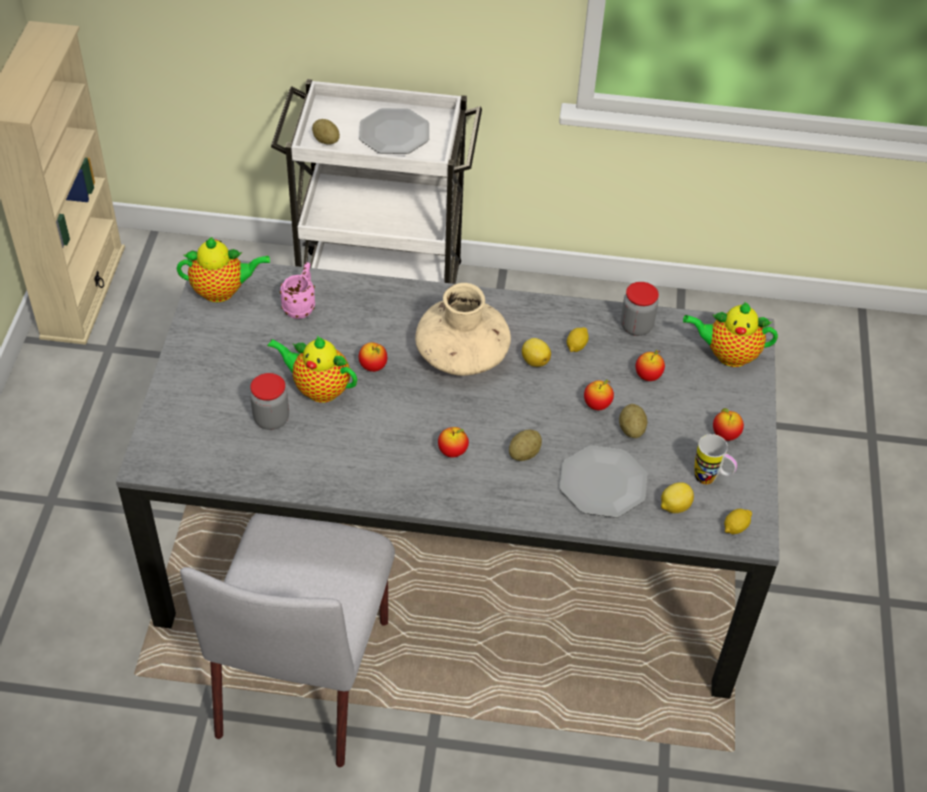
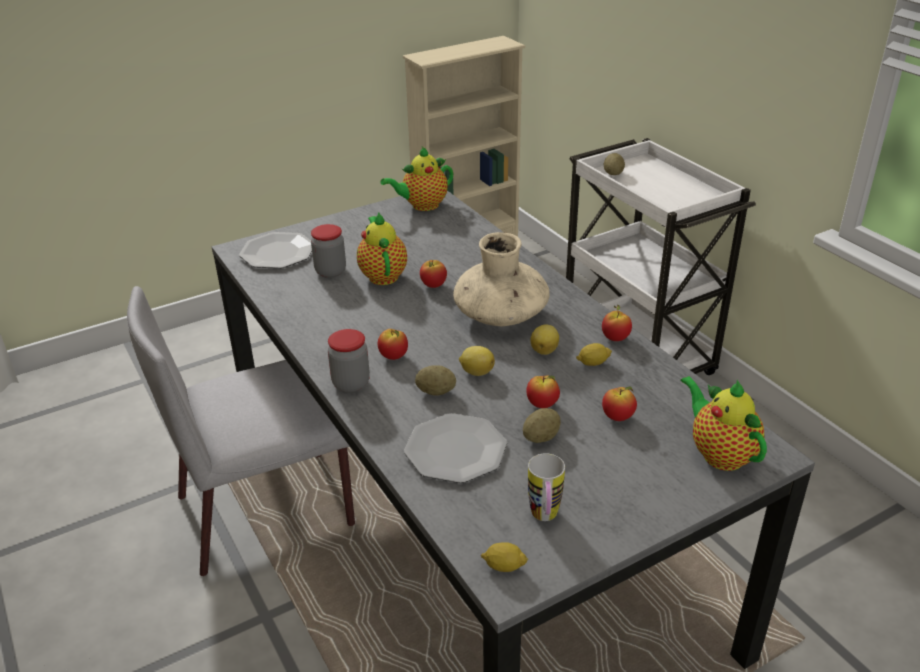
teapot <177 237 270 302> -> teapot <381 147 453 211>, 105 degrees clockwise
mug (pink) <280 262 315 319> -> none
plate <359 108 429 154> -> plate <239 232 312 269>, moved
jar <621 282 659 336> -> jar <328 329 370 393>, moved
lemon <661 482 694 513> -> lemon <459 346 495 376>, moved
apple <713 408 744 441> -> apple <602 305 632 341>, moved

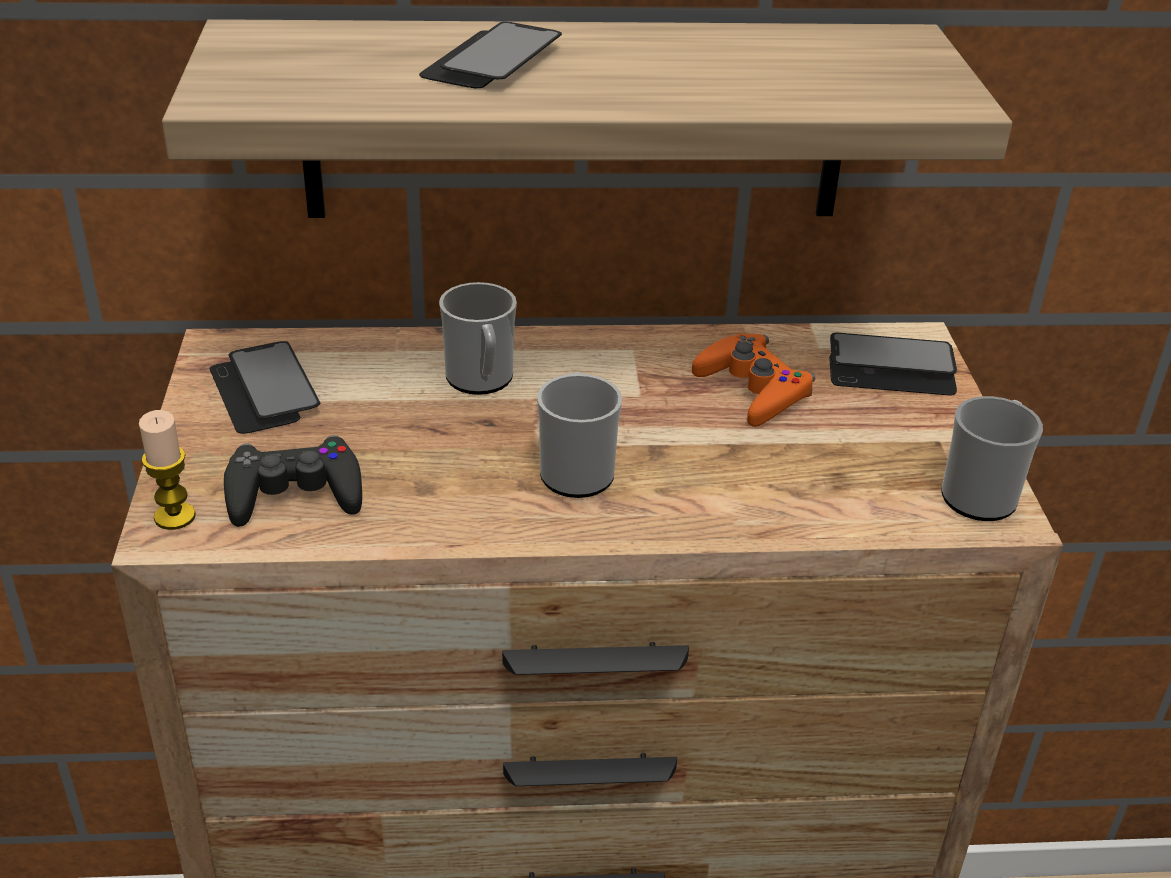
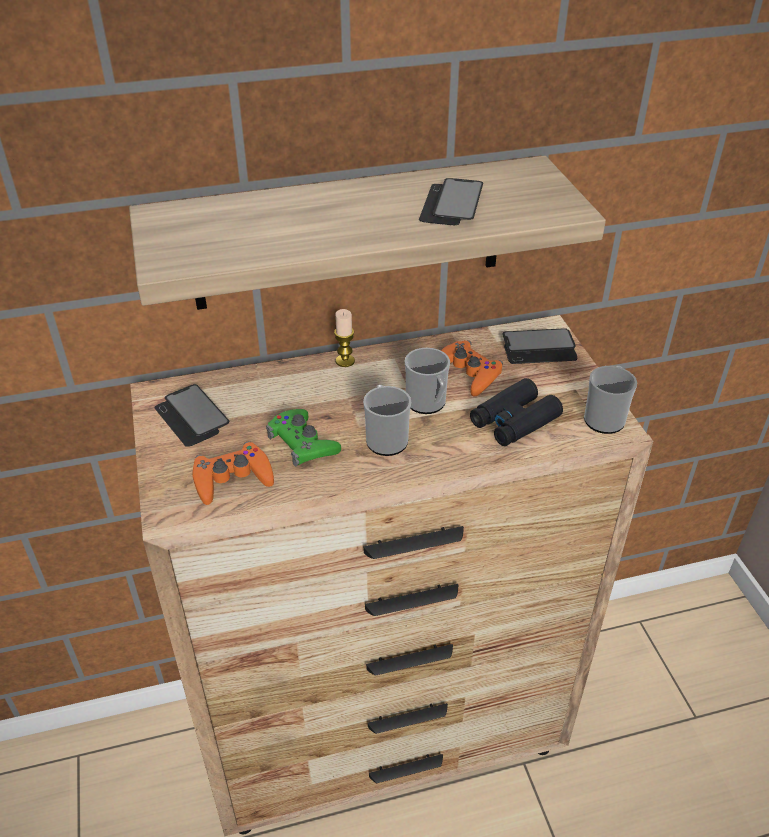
candle <139 410 196 530> -> candle <334 309 355 367>, moved
game controller (black) <224 435 362 527> -> game controller (orange) <193 441 274 505>
phone <419 22 562 88> -> phone <419 178 483 225>, moved
mug <439 282 517 395> -> mug <405 348 450 414>, moved
none -> game controller (green) <266 409 341 467>
none -> binoculars (black) <470 378 563 446>

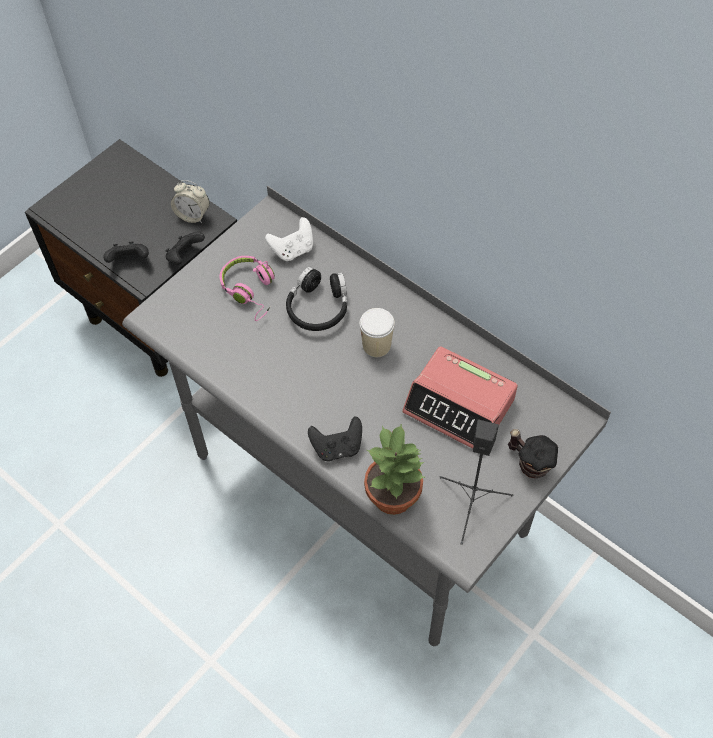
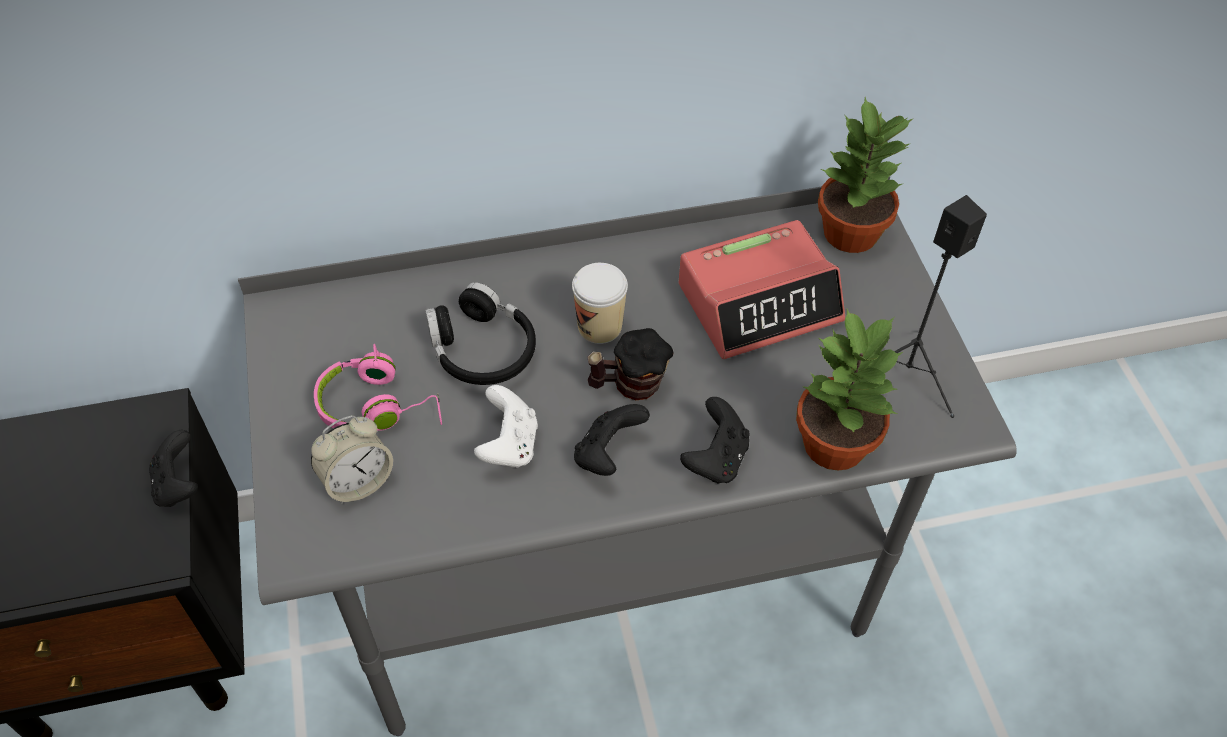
game controller (black) <103 241 149 263> -> game controller (black) <574 404 650 476>, moved
alarm clock <171 180 210 223> -> alarm clock <311 415 393 504>, moved
game controller (white) <265 217 313 261> -> game controller (white) <474 385 538 468>, moved
mug <508 429 558 478> -> mug <587 328 674 400>, moved
none -> potted plant <818 97 912 253>

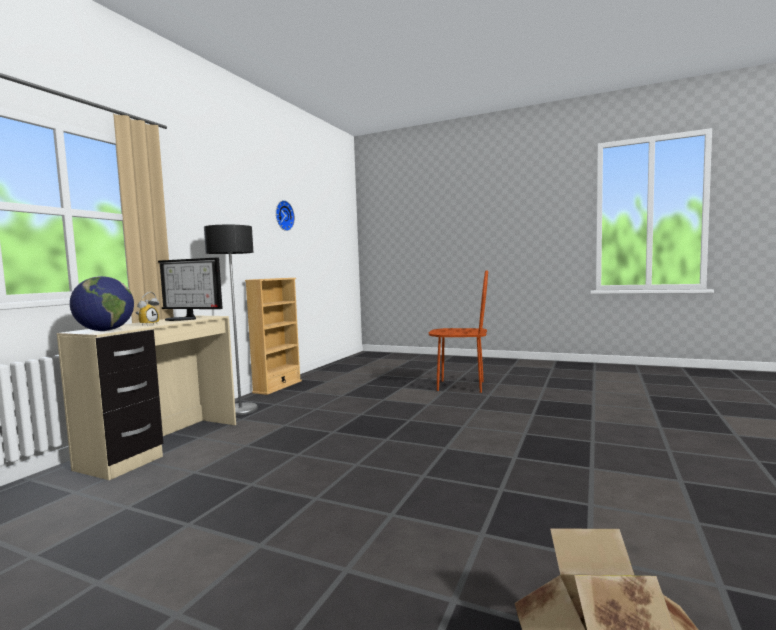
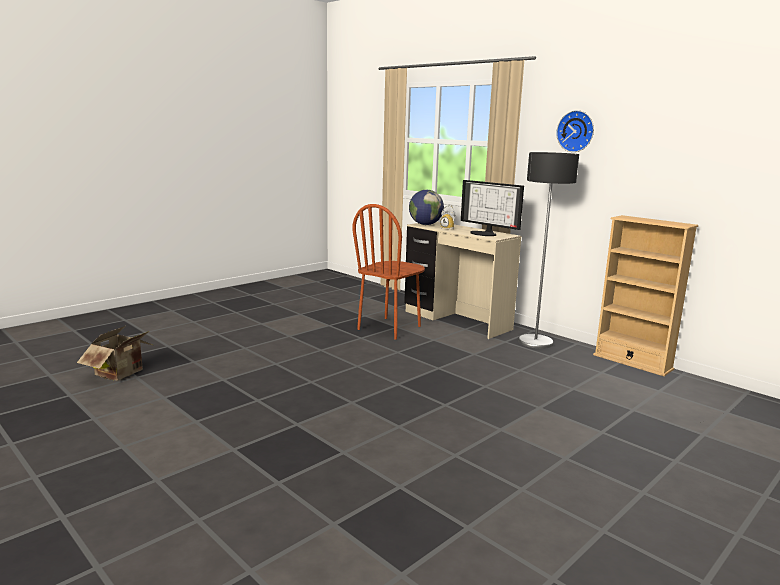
monitor <158 258 223 321> -> monitor <461 180 524 236>, 90 degrees counterclockwise
wall clock <276 200 295 231> -> wall clock <556 110 594 152>, moved
chair (brown) <429 270 488 393> -> chair (brown) <352 204 425 340>, moved

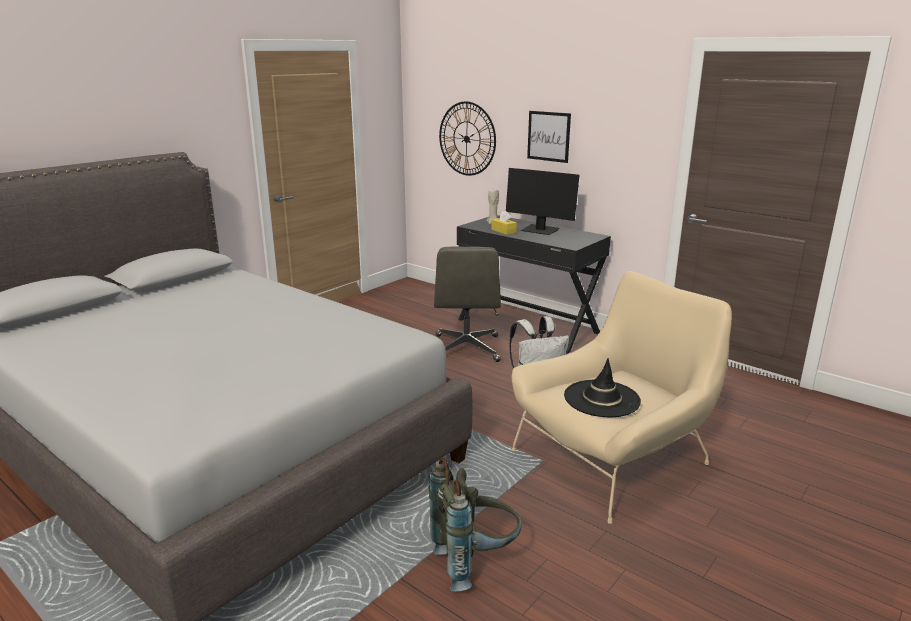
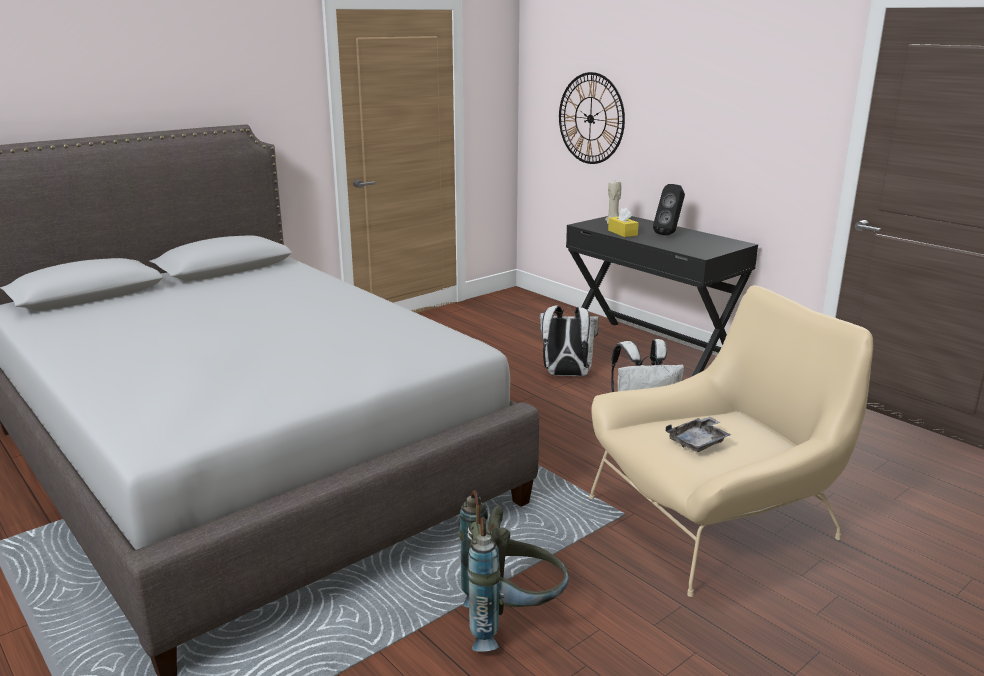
office chair (grey) <434 246 501 362> -> backpack (white) <540 305 599 376>
monitor <506 168 579 235> -> speaker (black) <653 184 685 235>
picture <527 111 571 163> -> none
hat (black) <564 358 641 417> -> tray (grey) <666 417 731 452>

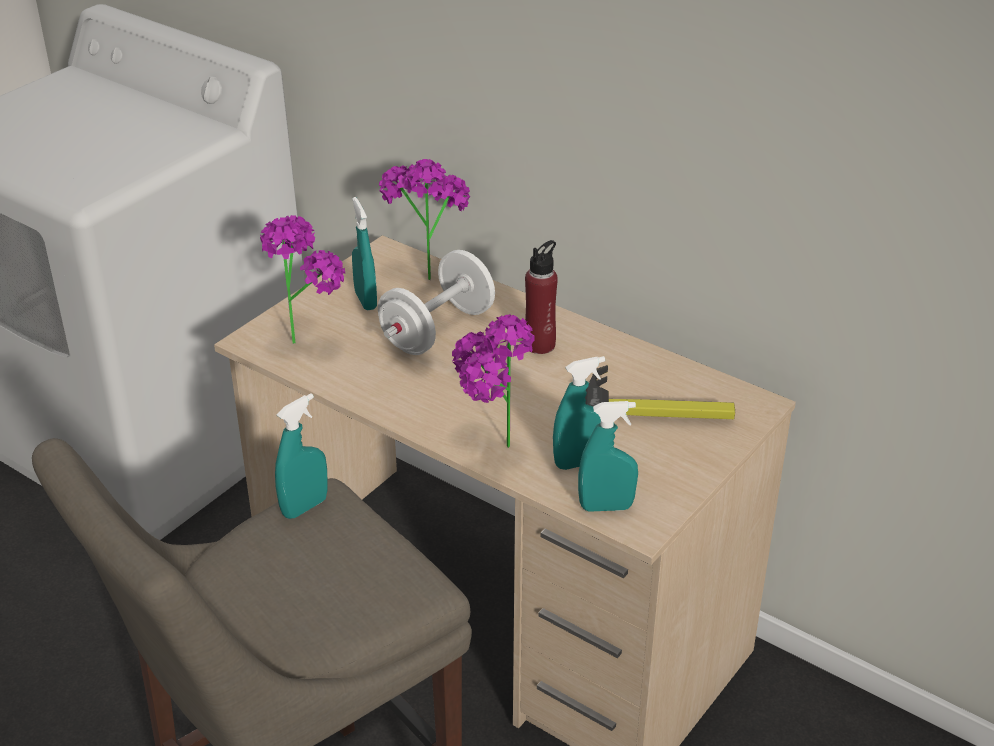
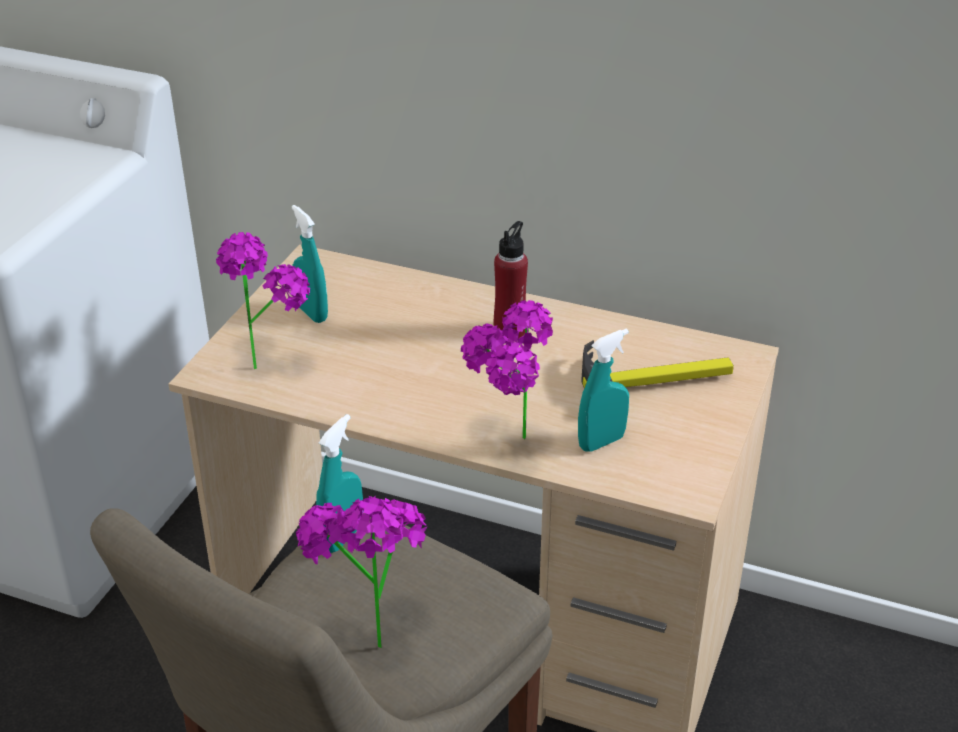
dumbbell (white) <378 250 495 355> -> none
potted plant <379 159 470 280> -> potted plant <296 496 428 648>, moved
spray bottle (turquoise) <578 401 638 512> -> none

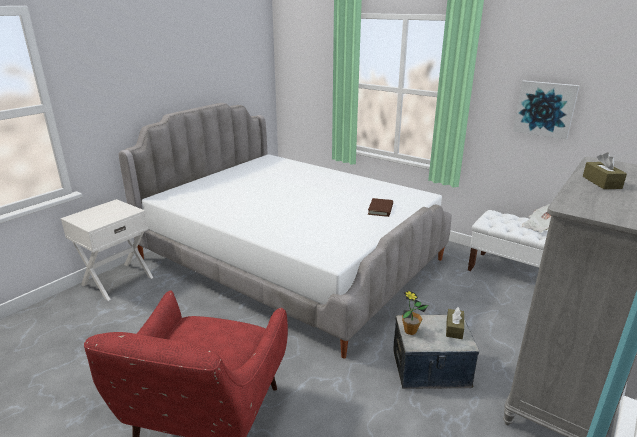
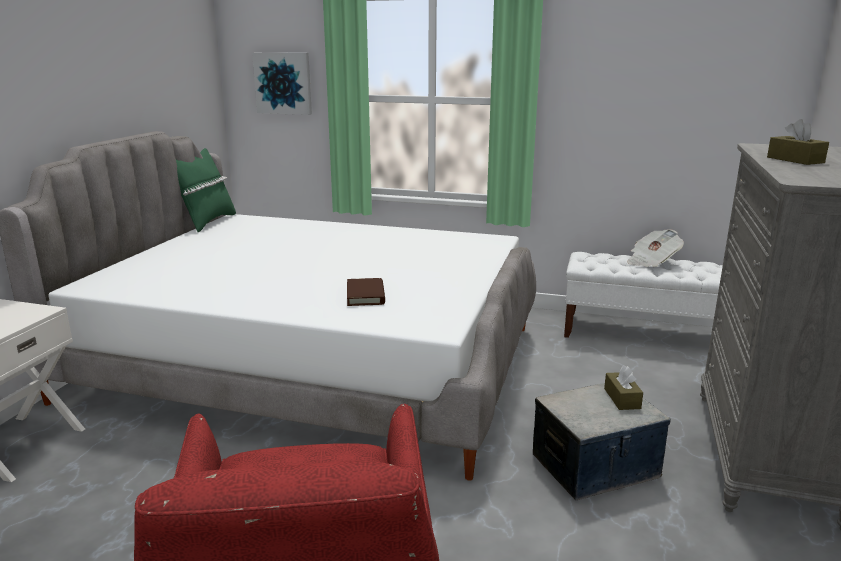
book (brown) <368 198 393 217> -> book (brown) <347 278 385 306>, moved
potted plant <402 291 428 335> -> none
picture <513 80 580 139> -> picture <252 53 312 115>, moved
none -> pillow (green) <176 148 236 232>

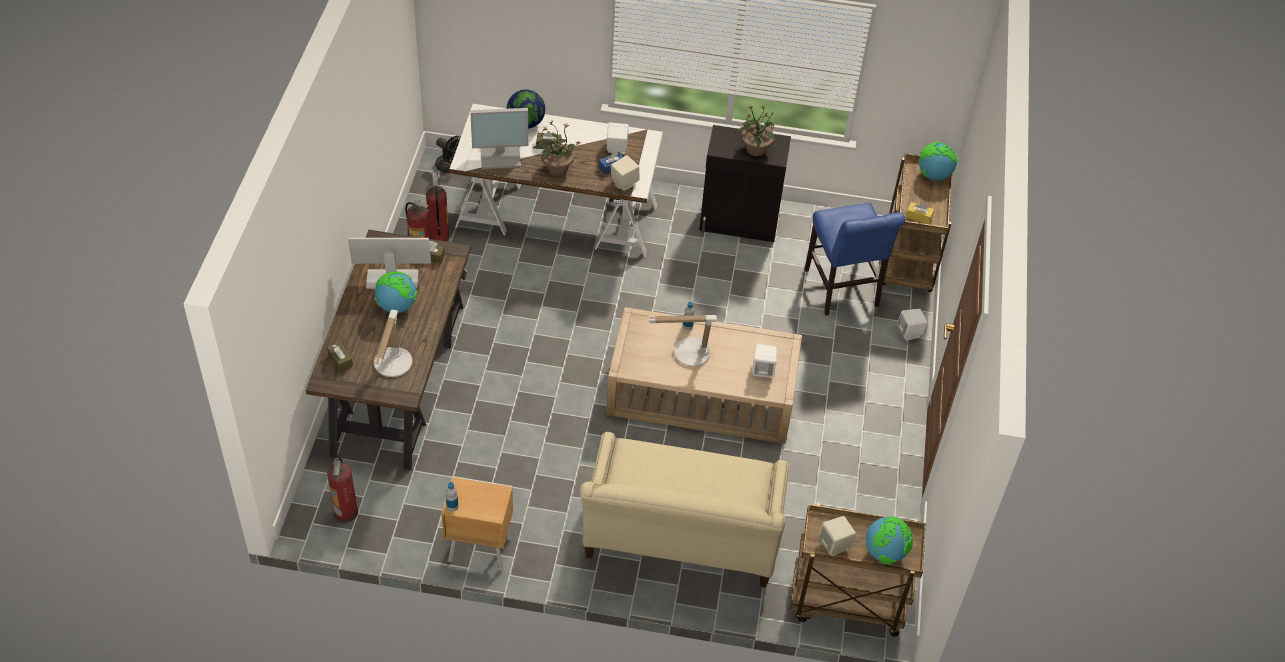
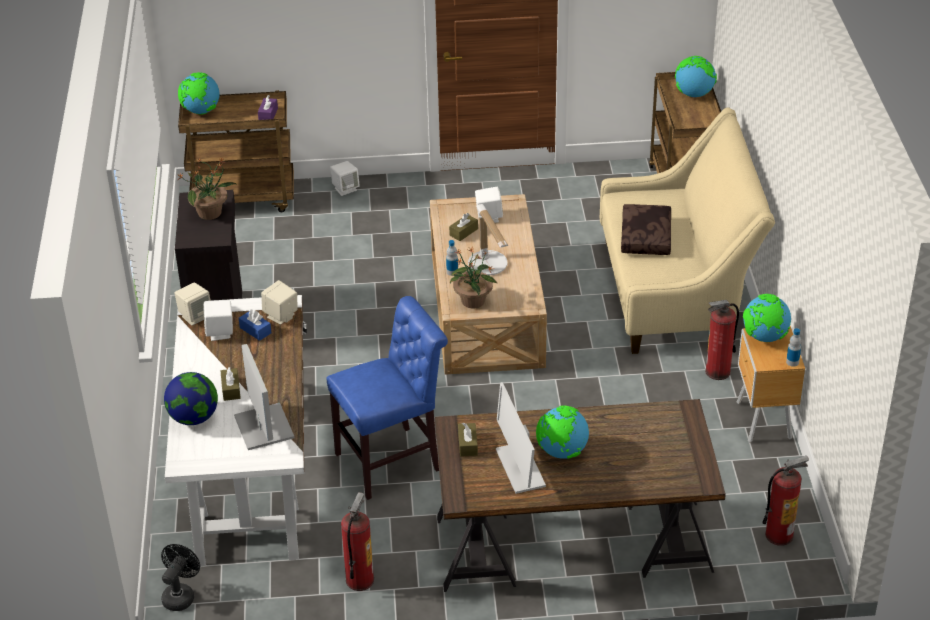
tissue box (brown) <327 341 353 372> -> tissue box (brown) <449 213 478 241>, moved
table lamp <373 310 412 377> -> none
fire extinguisher <426 172 449 242> -> fire extinguisher <705 300 739 380>, moved
potted plant <533 121 581 176> -> potted plant <450 247 497 308>, moved
chair (blue) <804 203 905 316> -> chair (blue) <327 296 448 500>, moved
speaker (beige) <818 516 856 556> -> speaker (beige) <175 282 211 326>, moved
tissue box (yellow) <906 202 934 224> -> tissue box (purple) <258 95 278 120>
none -> pillow (brown) <621 204 671 255>
none -> globe <743 294 791 342>

